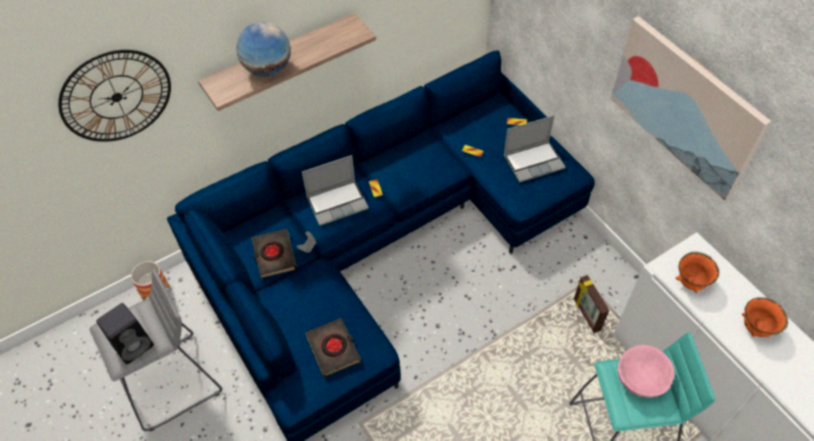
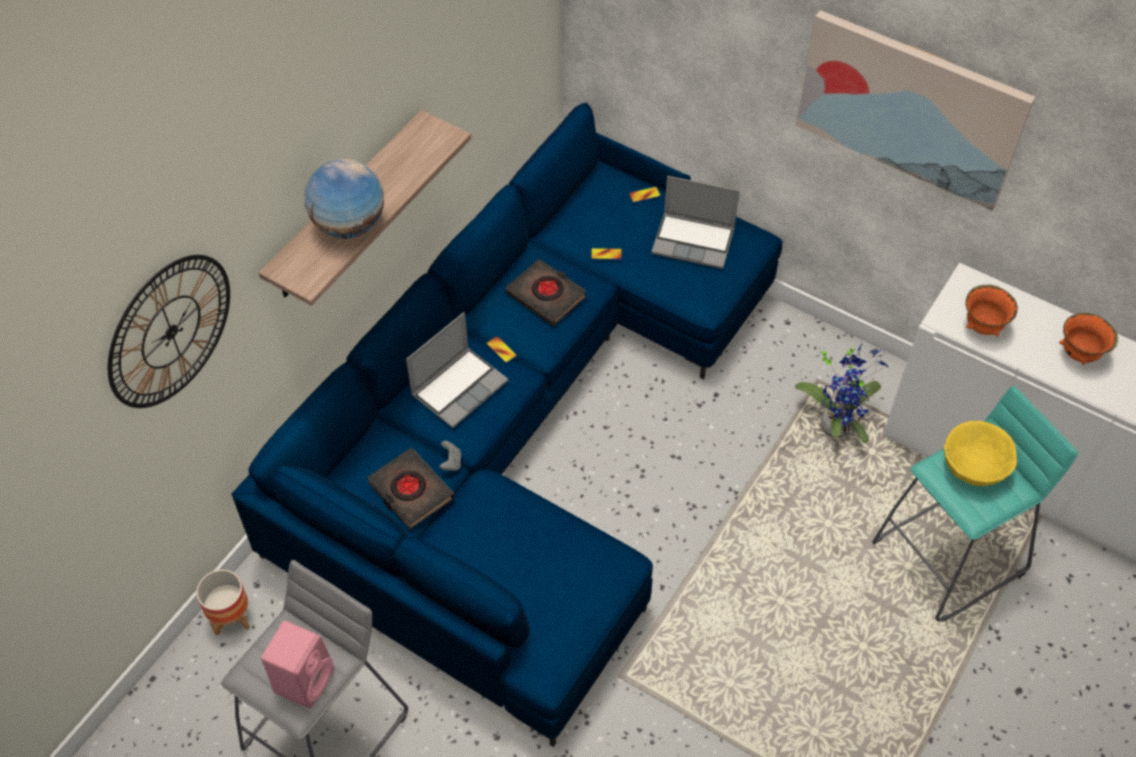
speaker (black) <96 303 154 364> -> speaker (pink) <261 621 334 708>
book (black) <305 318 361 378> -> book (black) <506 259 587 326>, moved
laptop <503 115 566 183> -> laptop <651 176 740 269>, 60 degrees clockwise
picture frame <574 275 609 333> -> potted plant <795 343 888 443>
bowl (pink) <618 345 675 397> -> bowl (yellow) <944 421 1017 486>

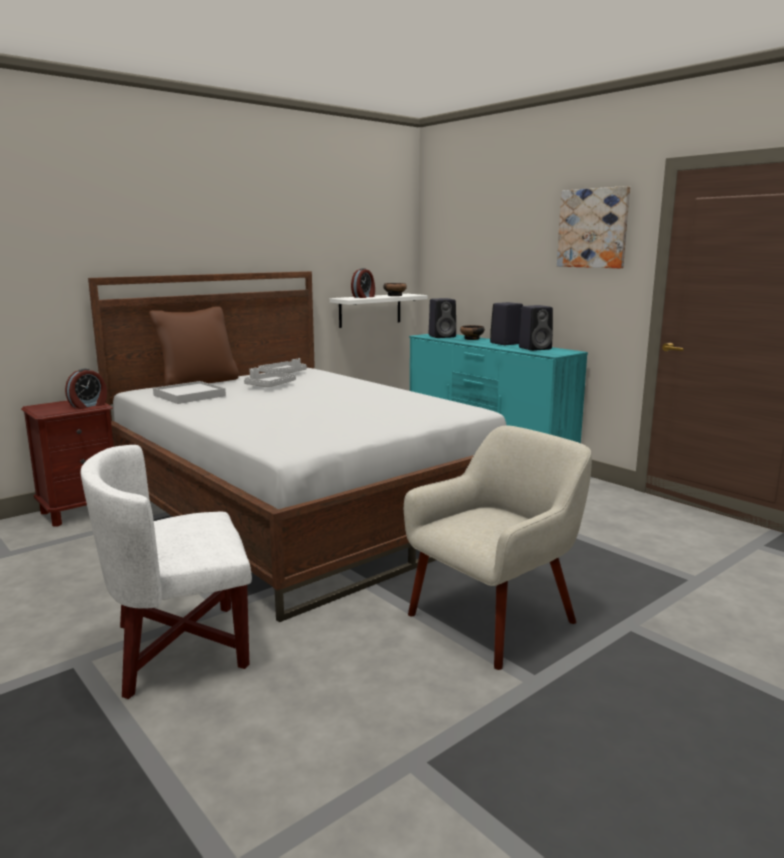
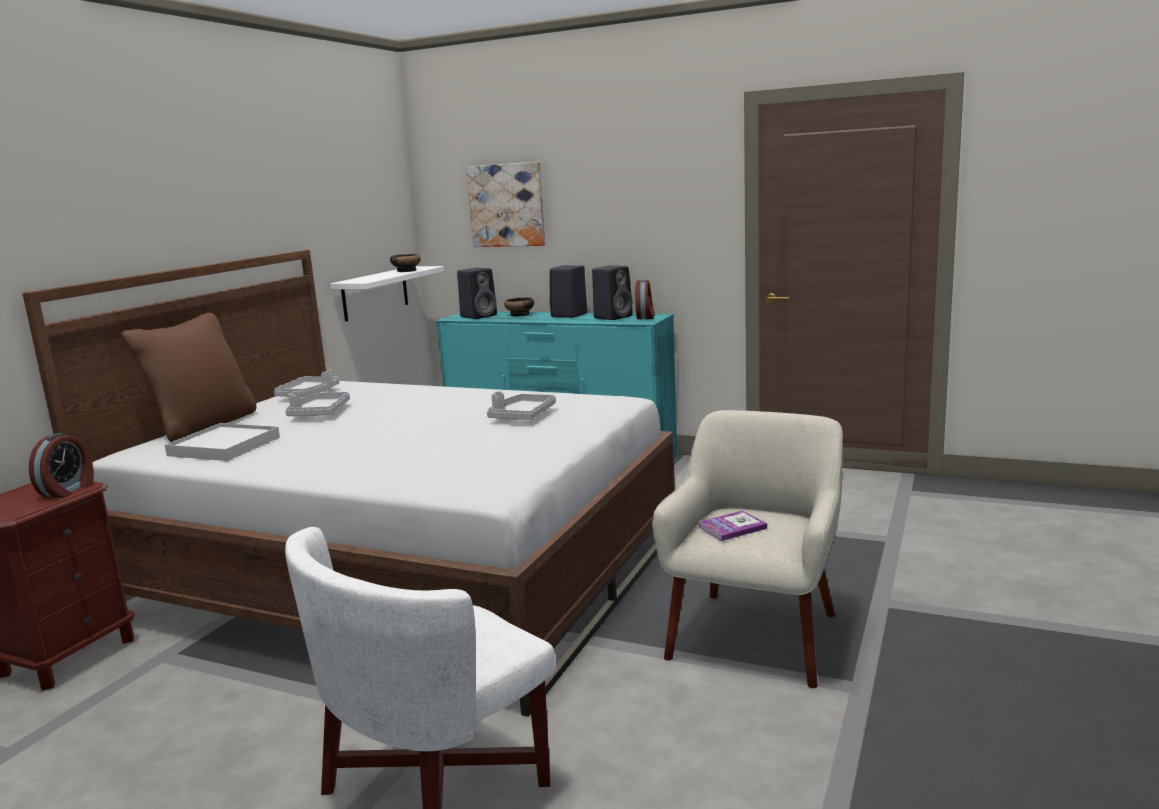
alarm clock <351 268 375 298> -> alarm clock <635 279 655 319>, moved
picture <557 186 630 268> -> picture <466 162 545 247>, moved
none -> tray (grey) <487 391 556 420>
none -> book <698 510 767 541>

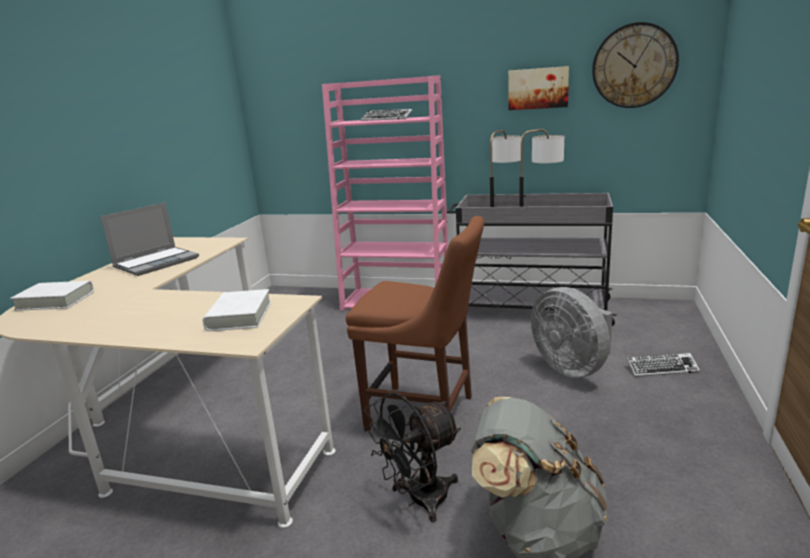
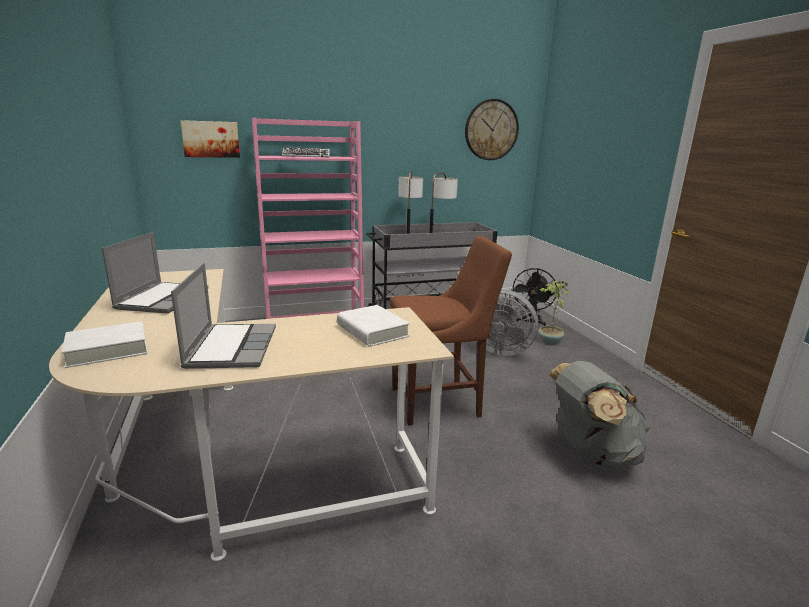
fan (black) <363 393 461 522> -> fan (black) <511 268 557 326>, moved
picture <508 66 569 110> -> picture <180 120 240 158>, moved
keyboard <627 353 700 377> -> potted plant <538 281 568 344>
none -> laptop <171 263 276 369>

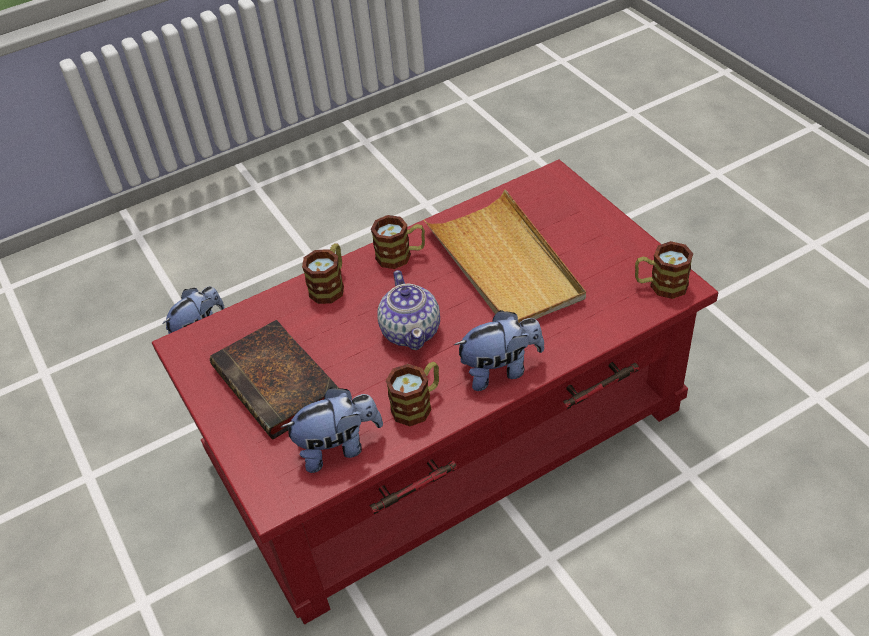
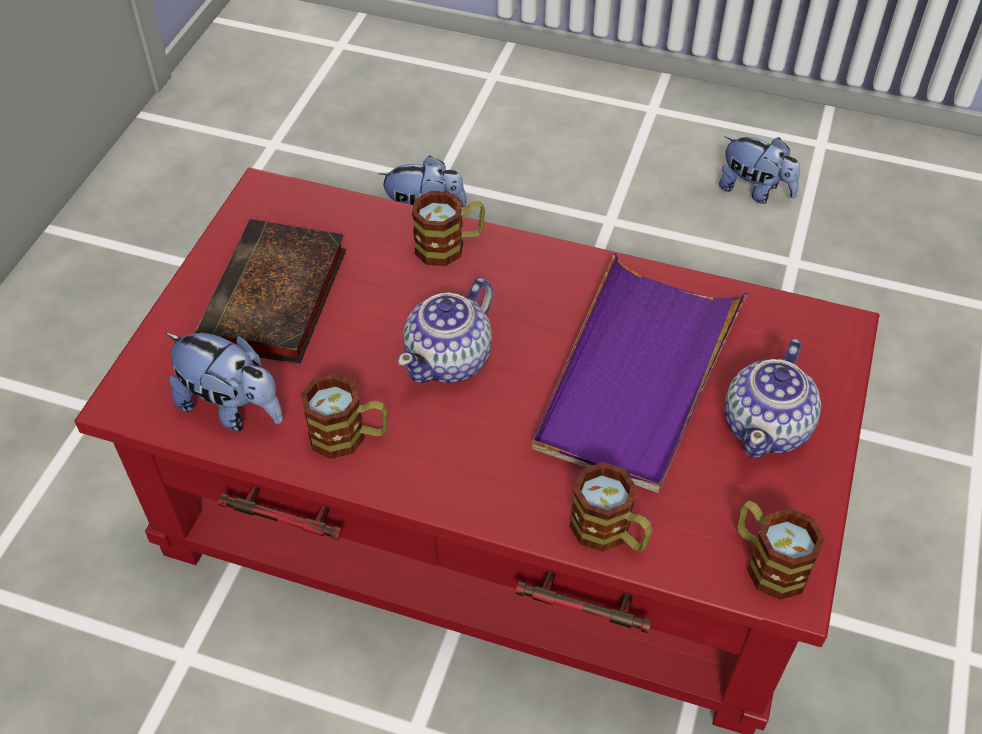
mug <371 215 425 269> -> mug <570 462 652 552>, moved
tray (beige) <424 189 586 323> -> tray (purple) <532 253 748 493>
plush toy <454 310 544 391> -> plush toy <719 136 800 204>, moved
none -> teapot <725 339 821 457>

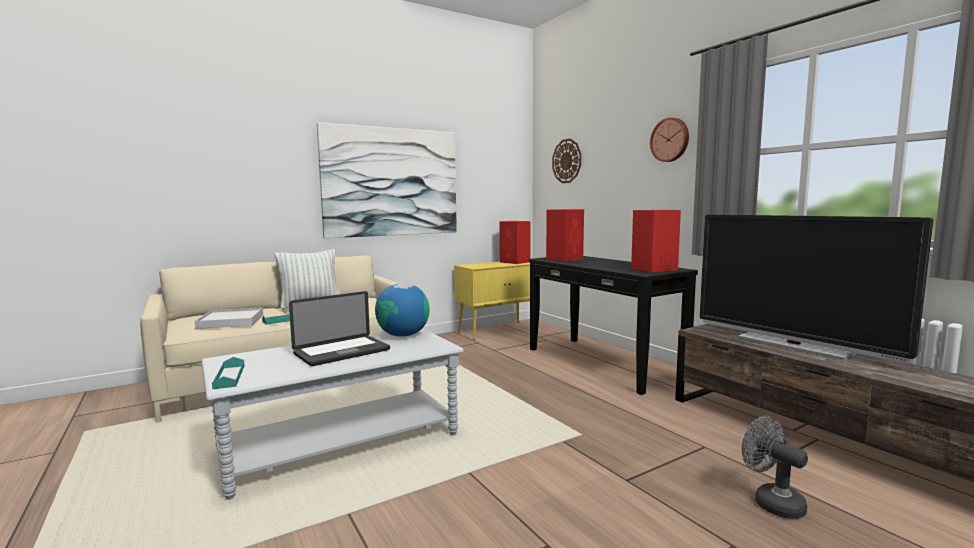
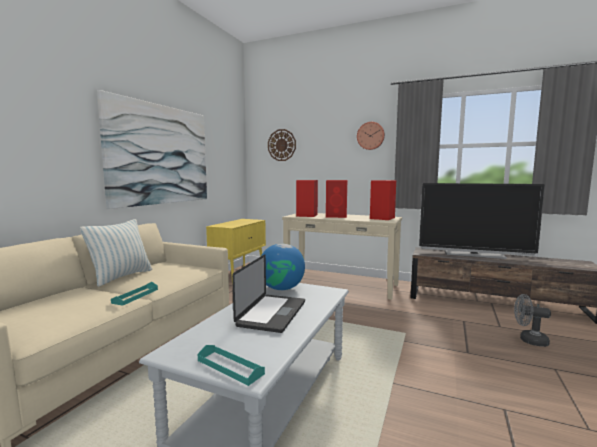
tray (white) <195 307 263 329> -> none
speaker (red) <499 221 531 264> -> speaker (red) <326 180 347 218>, moved
console table (black) <529 256 698 395> -> console table (beige) <282 213 402 300>

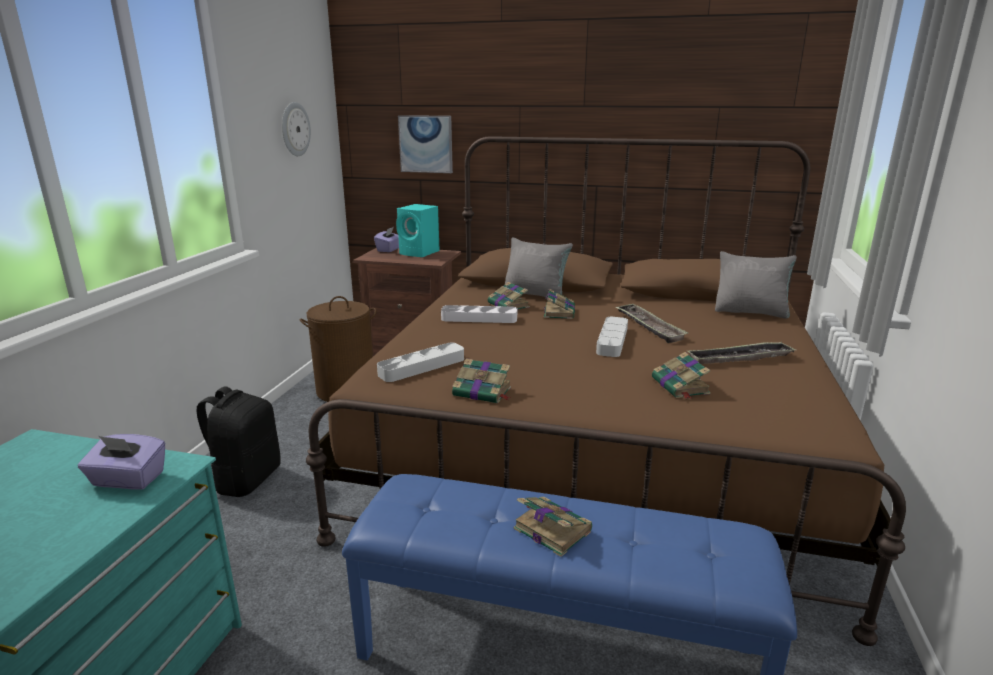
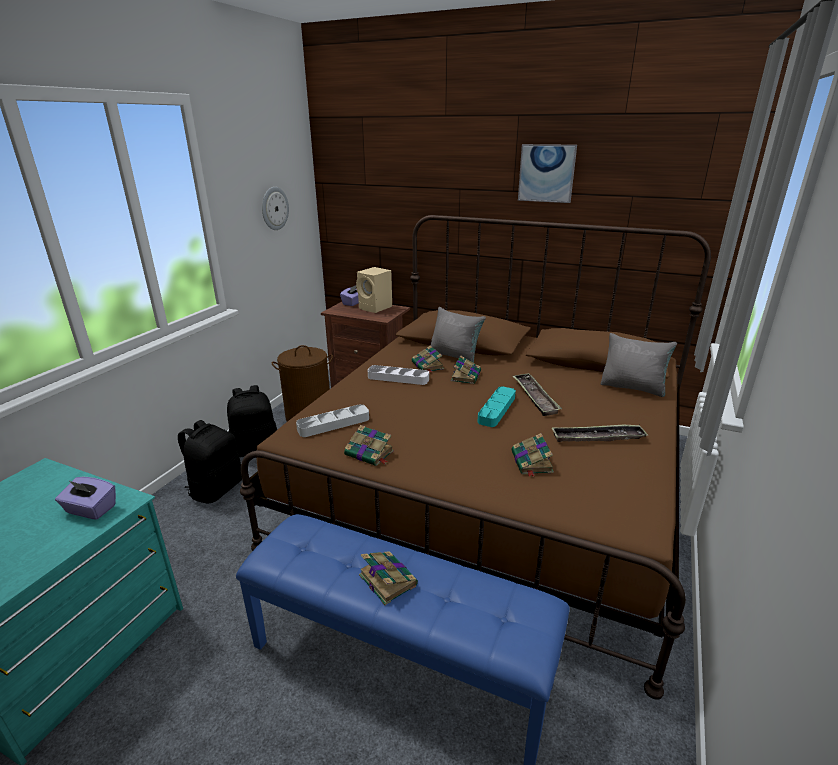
speaker (turquoise) <396 204 440 257> -> speaker (beige) <356 267 392 313>
picture <398 115 453 173> -> picture <518 144 577 203>, moved
tray (grey) <596 317 628 357> -> tray (turquoise) <478 386 516 427>
none -> backpack (black) <227 385 277 457>

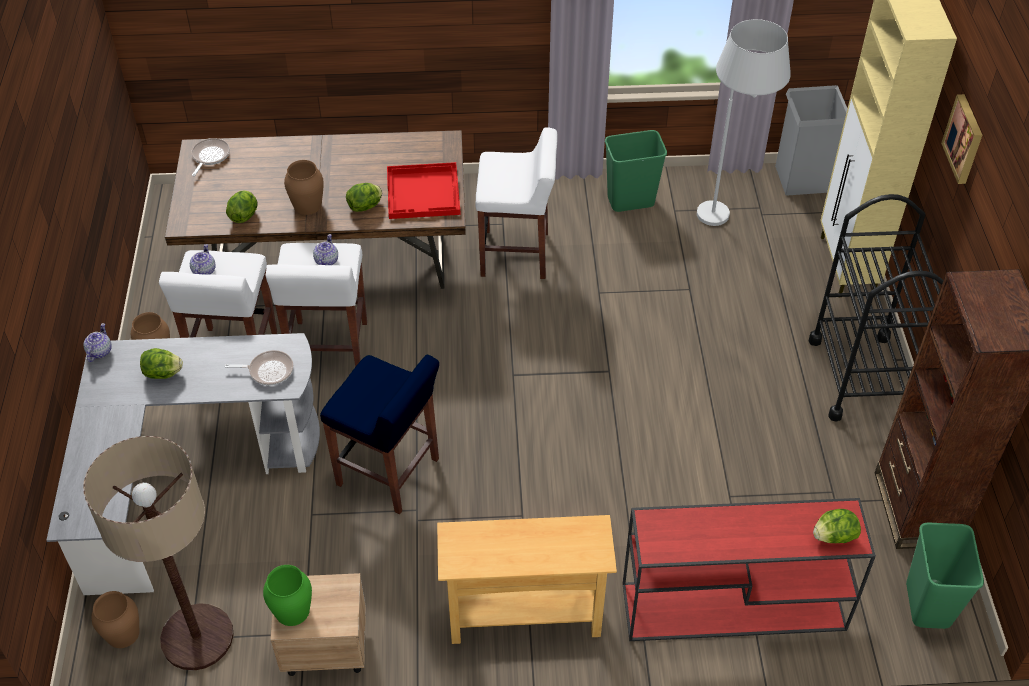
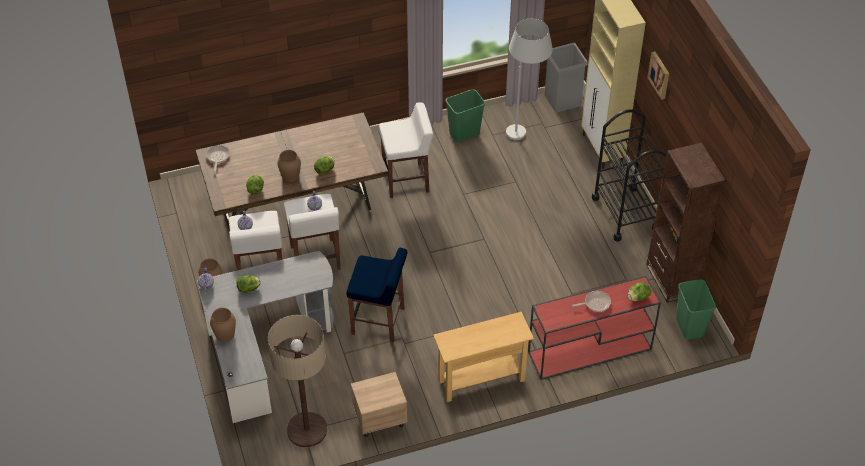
vase (brown) <91 591 140 648> -> vase (brown) <210 308 236 342>, moved
frying pan <225 350 293 385> -> frying pan <572 291 611 312>, moved
vase (green) <263 565 312 626> -> none
tray (red) <387 162 461 219> -> none

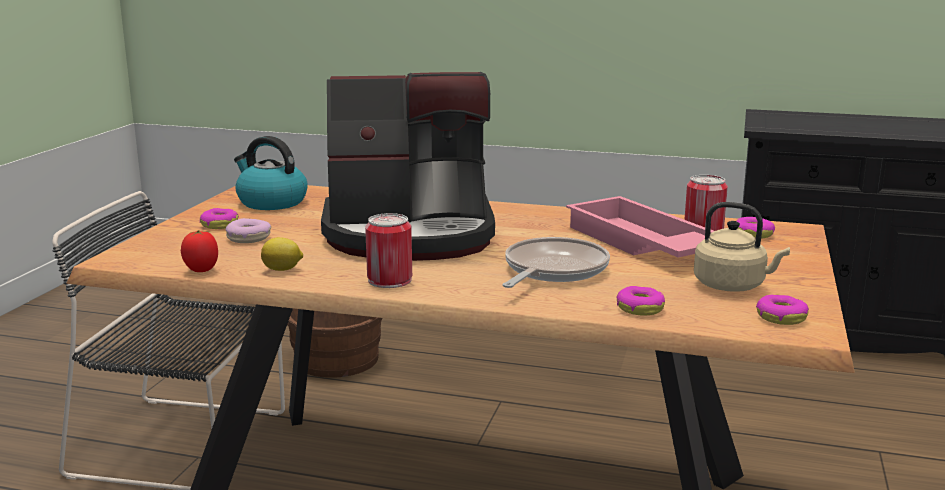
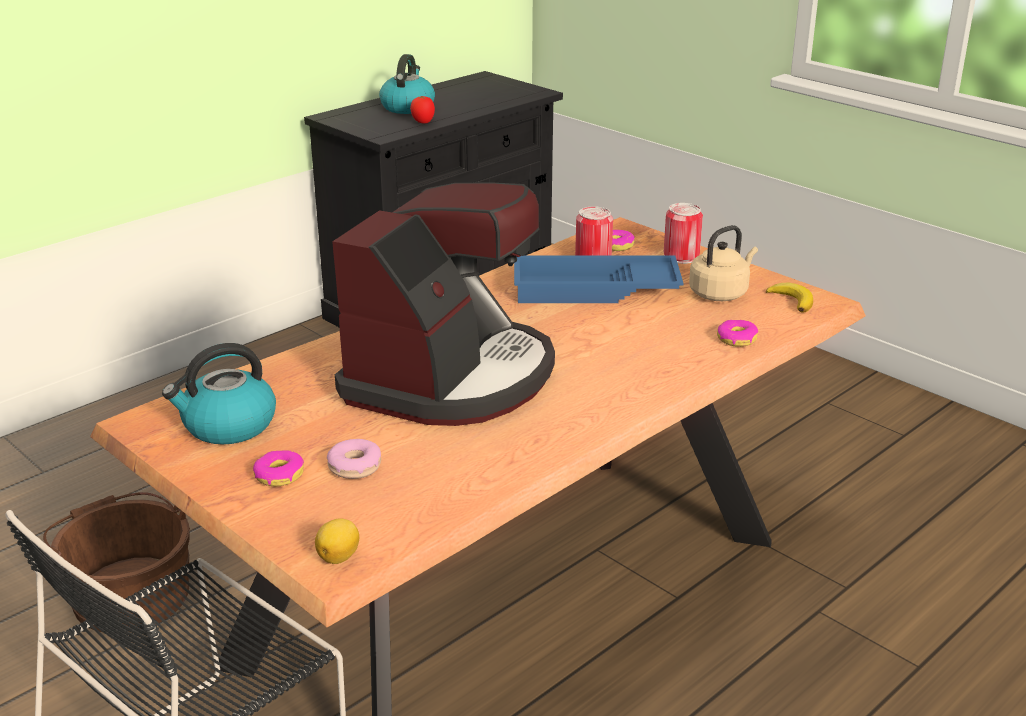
tomato <181 231 218 272> -> tomato <410 96 435 124>, moved
lemon <261 237 303 271> -> lemon <315 518 359 564>, moved
can <365 213 412 288> -> can <664 203 703 264>, moved
frying pan <502 237 610 288> -> none
tray (pink) <566 196 714 258> -> tray (blue) <514 255 684 303>
donut <756 295 809 325> -> banana <766 283 813 312>
none -> kettle <379 54 435 114>

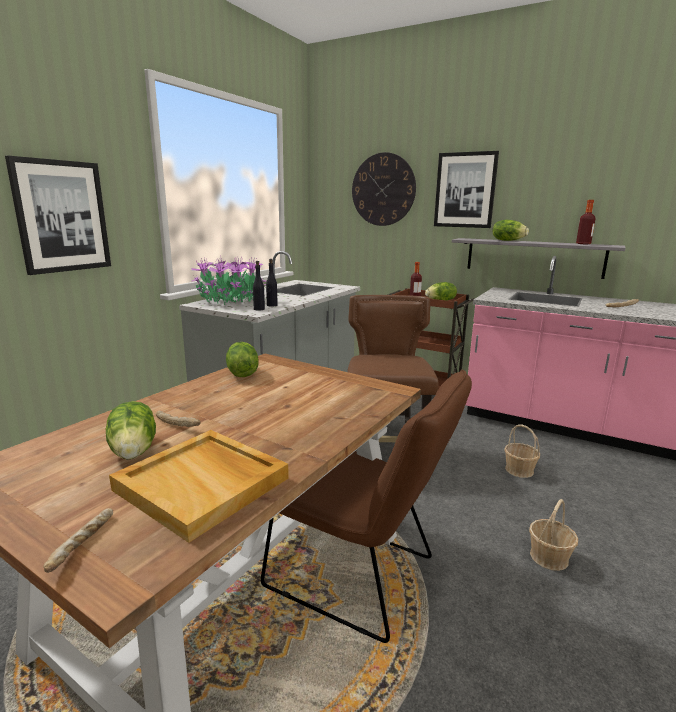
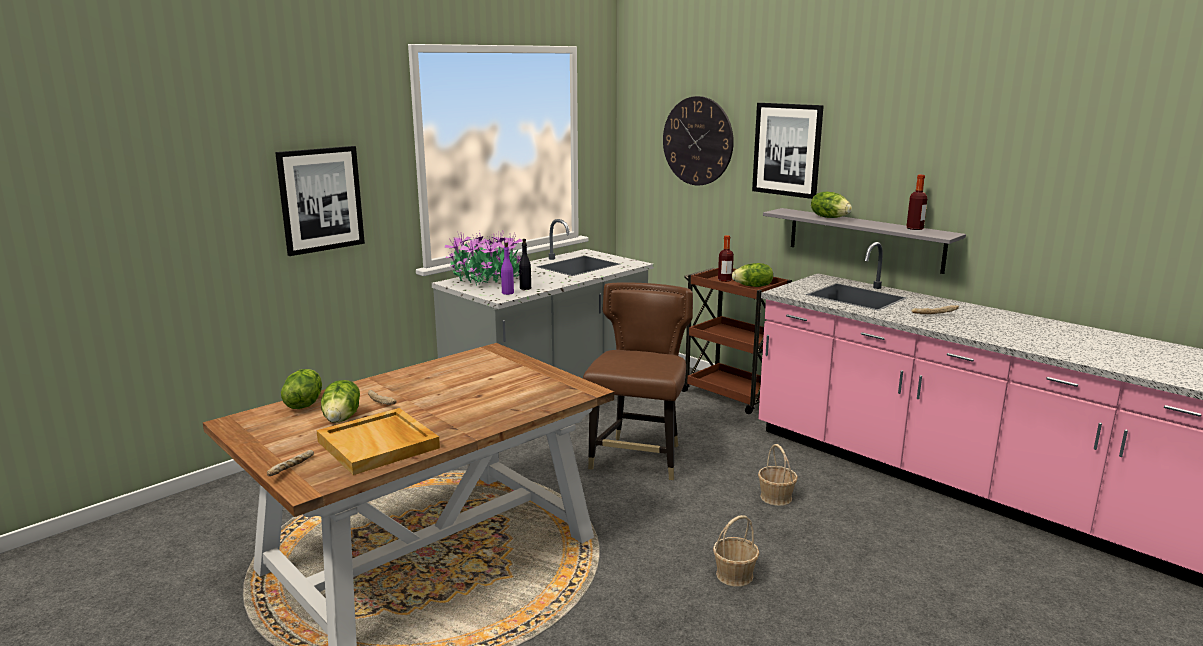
lettuce <226 342 259 377> -> lettuce <281 369 322 409>, moved
bottle (black) <252 261 265 311> -> bottle (purple) <501 242 514 295>
chair (brown) <261 370 472 643> -> none

